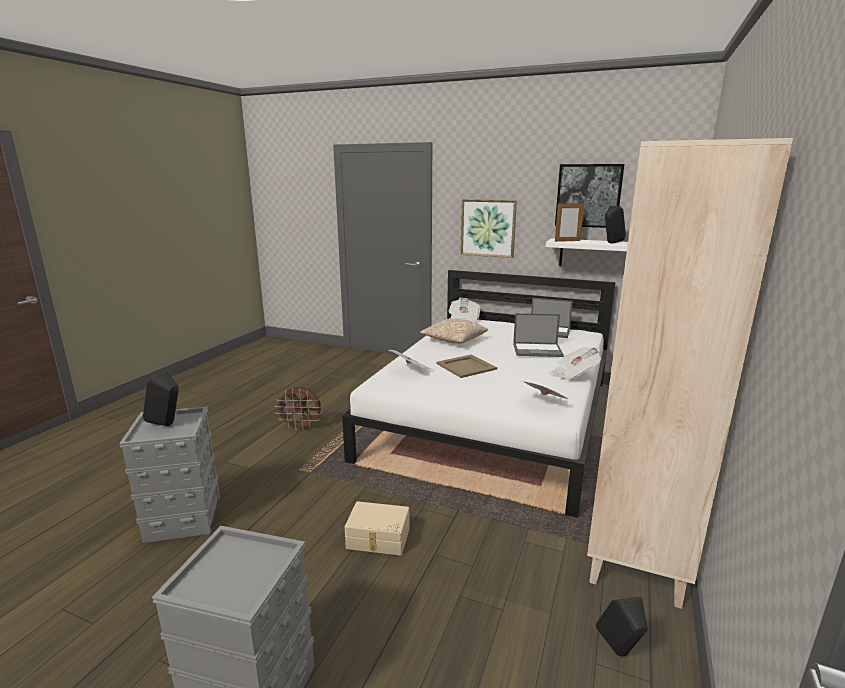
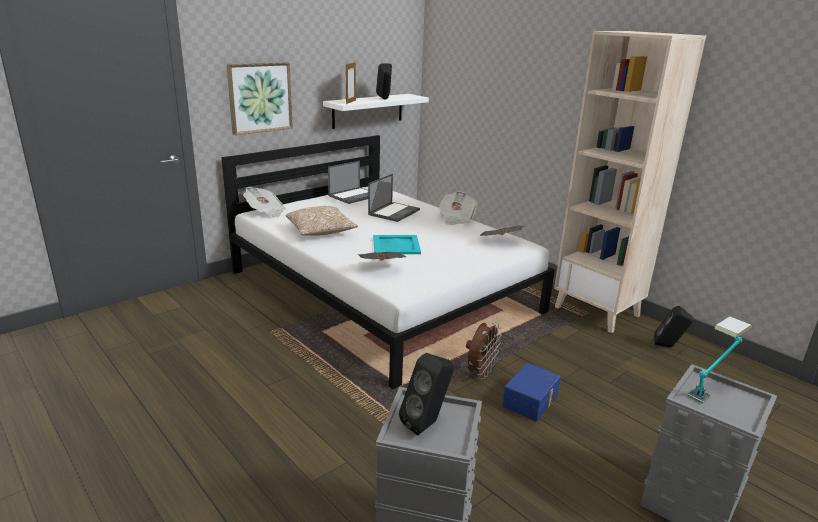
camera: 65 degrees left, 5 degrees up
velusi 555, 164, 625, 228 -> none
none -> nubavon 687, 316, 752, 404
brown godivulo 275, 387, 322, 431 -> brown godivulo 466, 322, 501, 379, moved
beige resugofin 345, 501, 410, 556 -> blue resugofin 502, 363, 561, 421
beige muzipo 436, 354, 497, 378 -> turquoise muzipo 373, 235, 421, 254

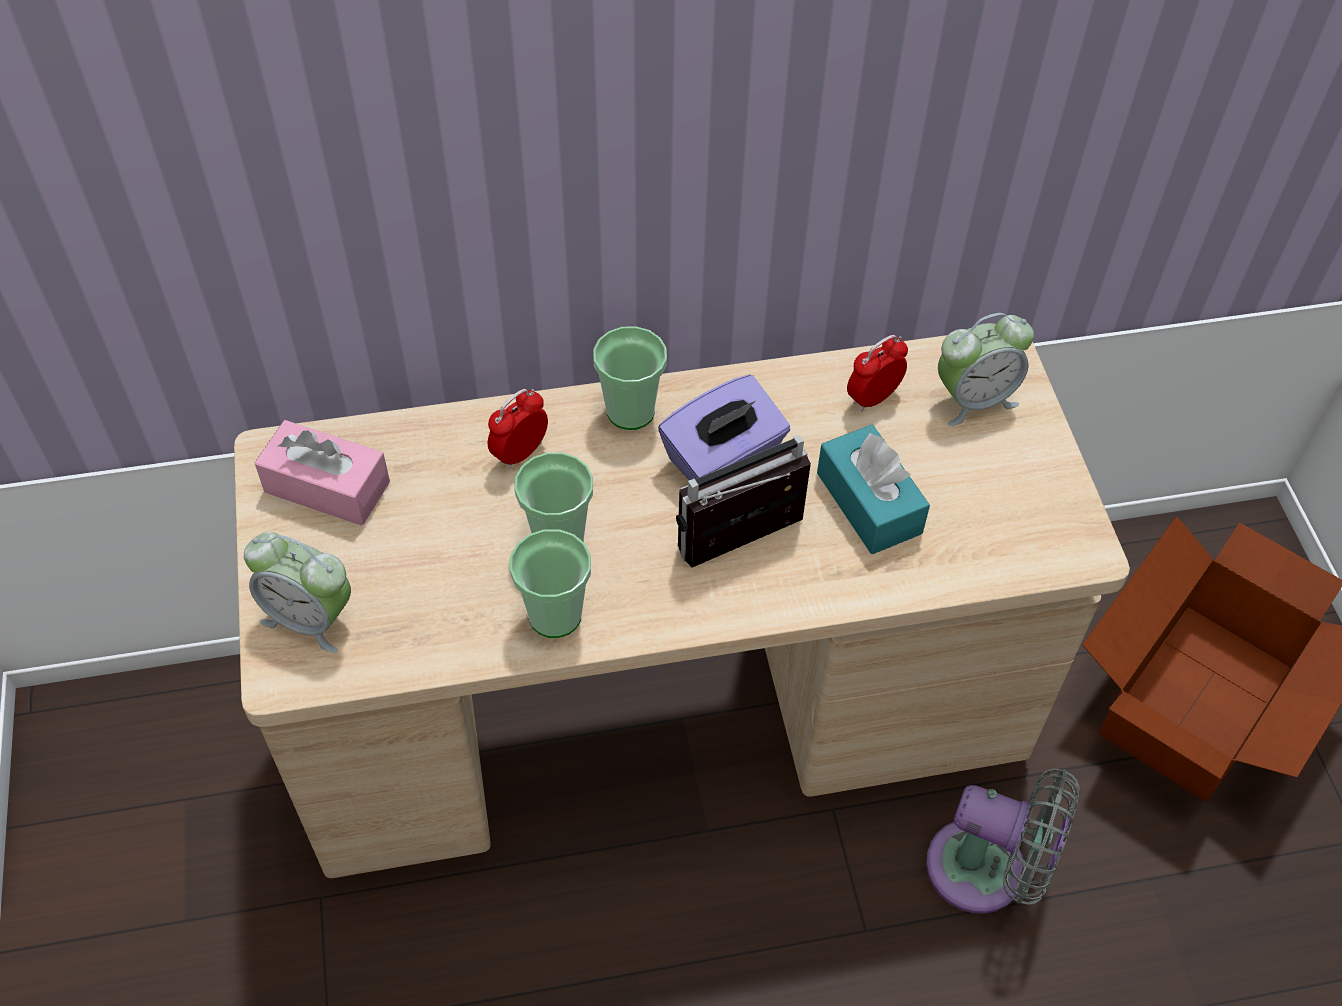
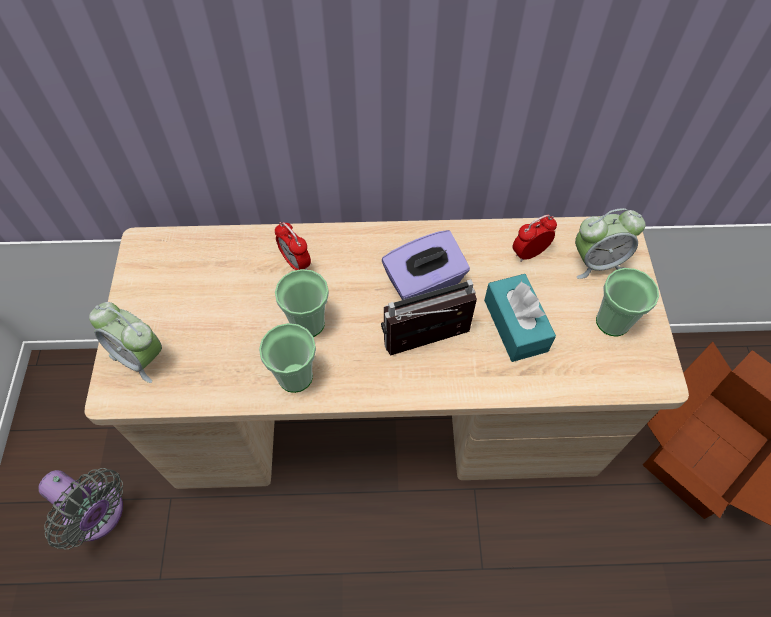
camera: 10 degrees right, 5 degrees up
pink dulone 255, 420, 390, 526 -> none
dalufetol 593, 326, 667, 430 -> dalufetol 596, 268, 659, 337, moved
grey godivulo 926, 768, 1080, 914 -> grey godivulo 38, 468, 123, 549, moved
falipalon 488, 389, 548, 469 -> falipalon 275, 222, 311, 270, 90 degrees counterclockwise

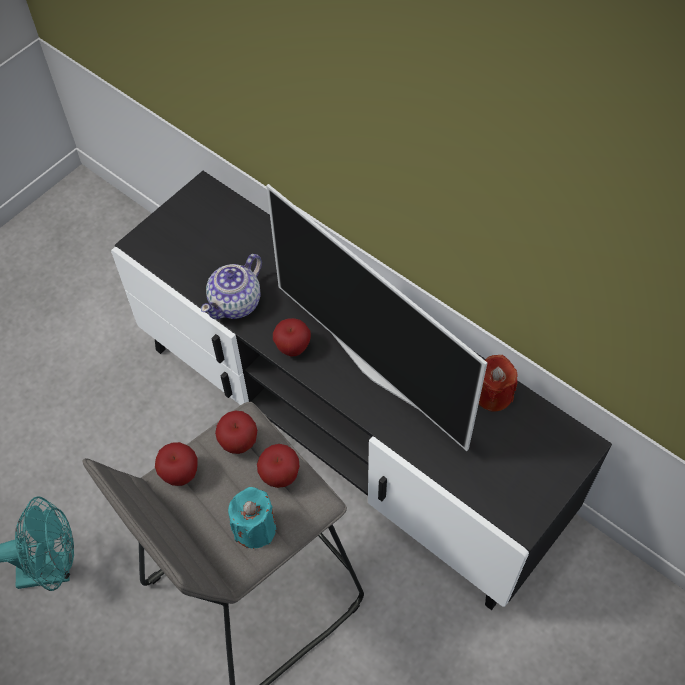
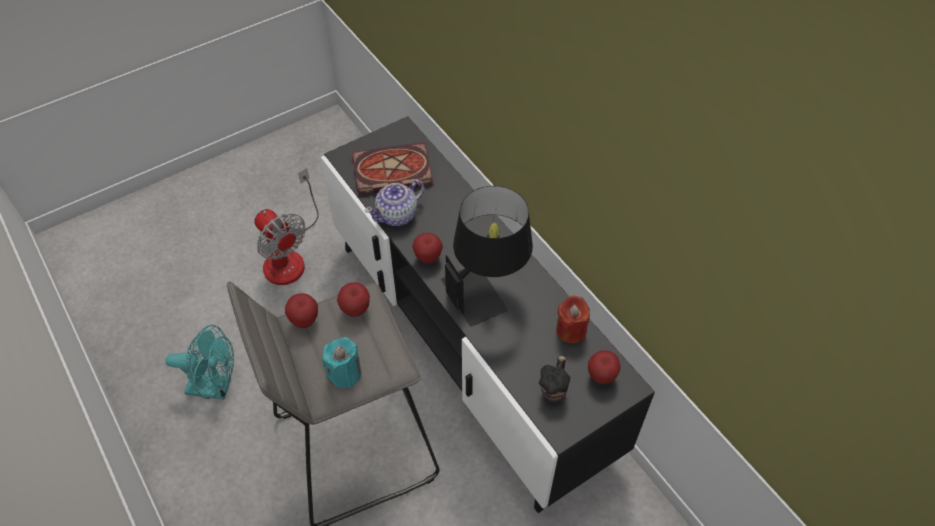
camera: 15 degrees right, 5 degrees down
none -> godivulo 254, 168, 318, 285
none -> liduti 352, 142, 433, 195
none -> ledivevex 539, 355, 570, 402
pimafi 257, 444, 299, 488 -> pimafi 588, 350, 621, 384, moved
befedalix 266, 184, 487, 451 -> black nubavon 441, 186, 533, 327

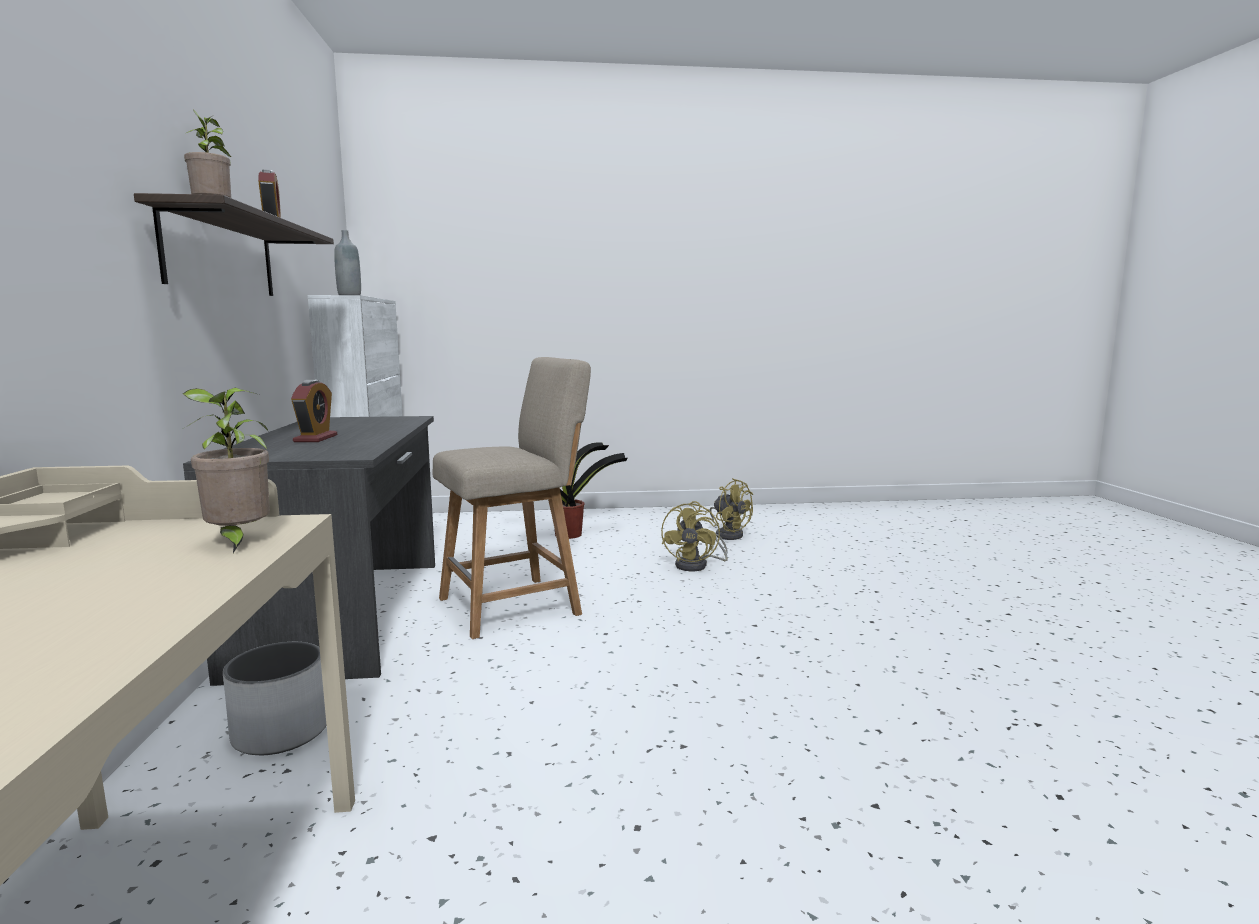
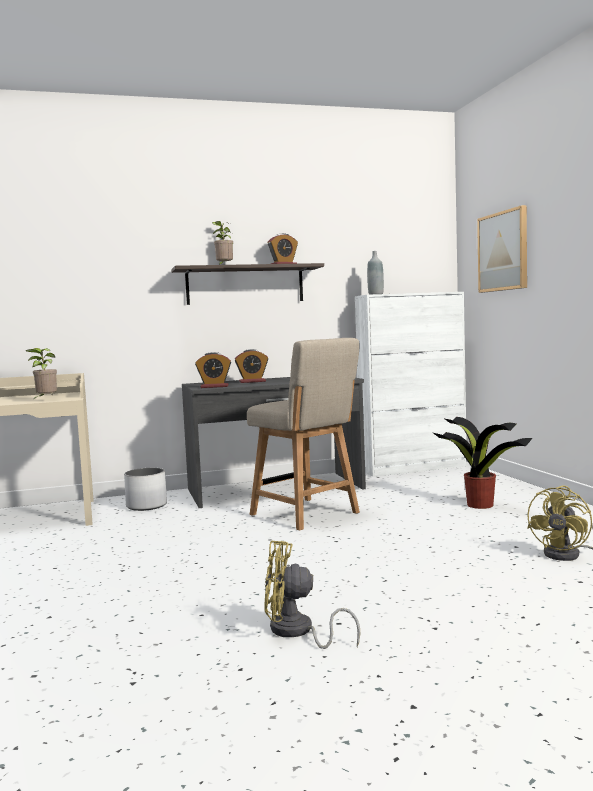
camera: 80 degrees right, 5 degrees down
none -> falipalon 195, 352, 231, 388
none -> velusi 477, 205, 527, 293
yellow godivulo 661, 501, 728, 571 -> yellow godivulo 264, 540, 361, 649, moved

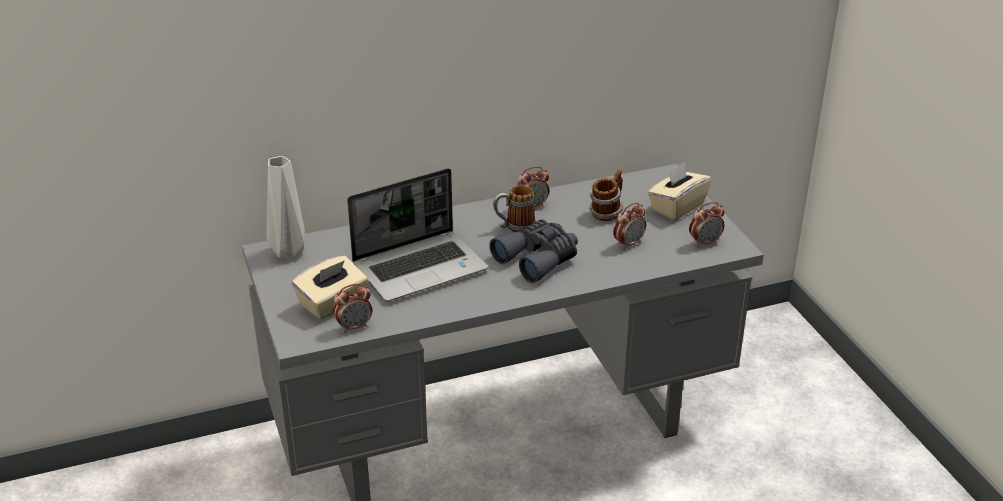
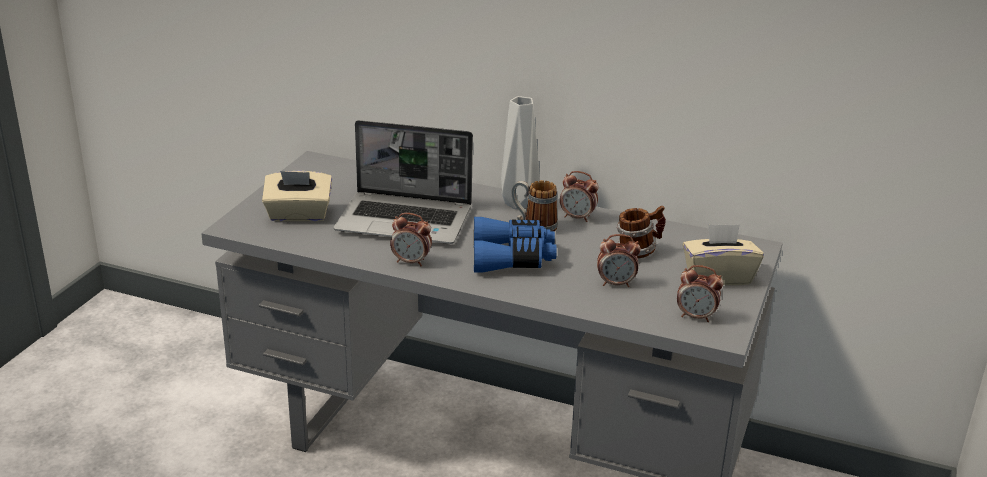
camera: 40 degrees right, 5 degrees down
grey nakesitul 266, 156, 305, 259 -> grey nakesitul 501, 96, 540, 209, moved
falipalon 333, 284, 372, 333 -> falipalon 390, 213, 432, 266, moved
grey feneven 489, 219, 578, 283 -> blue feneven 474, 217, 557, 273

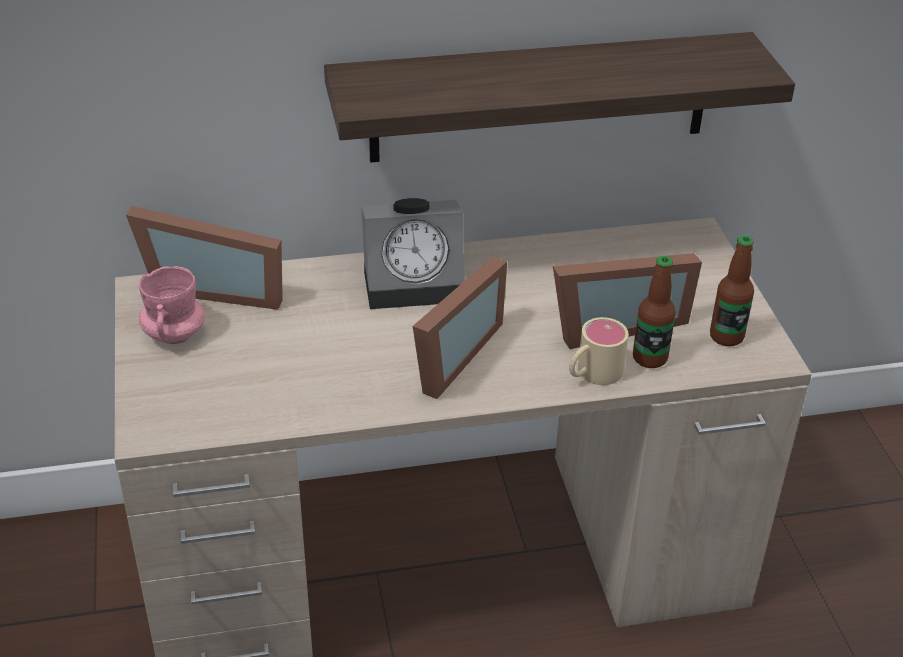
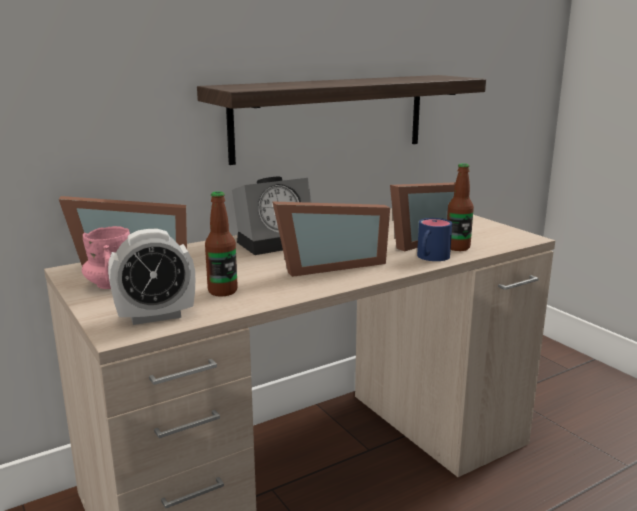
camera: 20 degrees left, 20 degrees down
none -> falipalon 108, 228, 195, 325
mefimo 710, 235, 754, 346 -> mefimo 205, 191, 238, 297, moved
beige ledivevex 569, 317, 629, 385 -> blue ledivevex 417, 218, 452, 261
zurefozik 413, 257, 507, 399 -> zurefozik 272, 201, 390, 277, 60 degrees clockwise

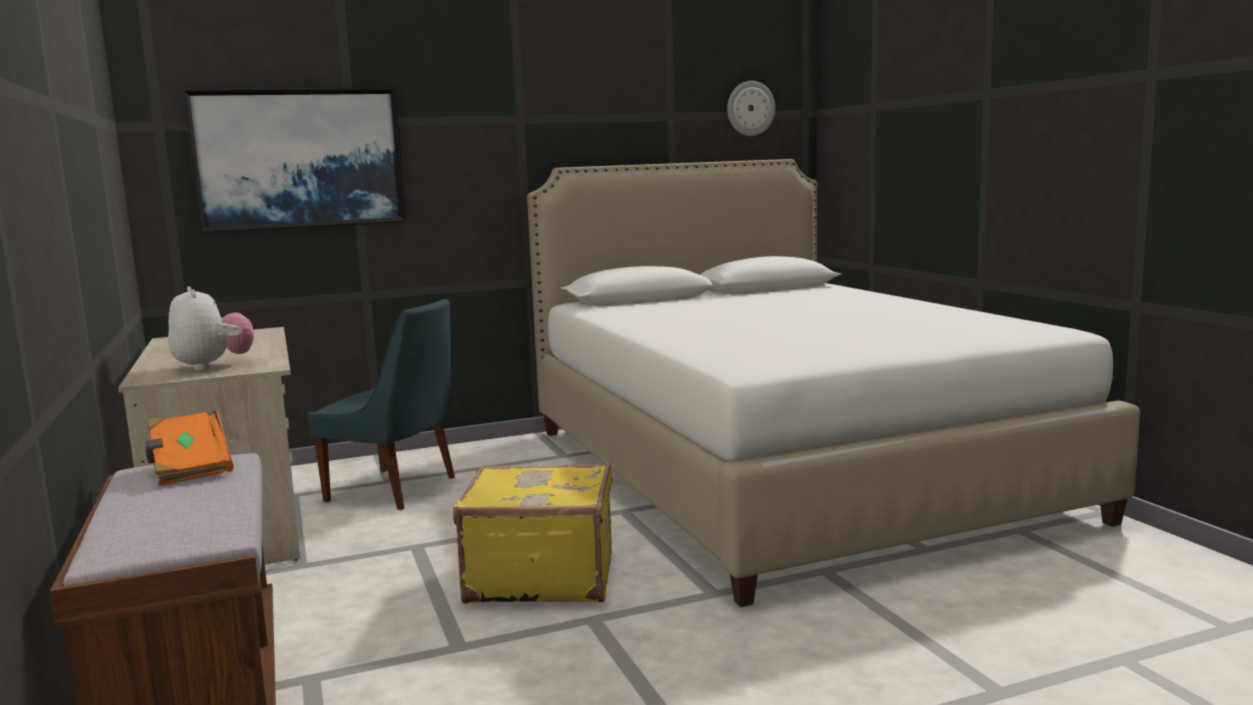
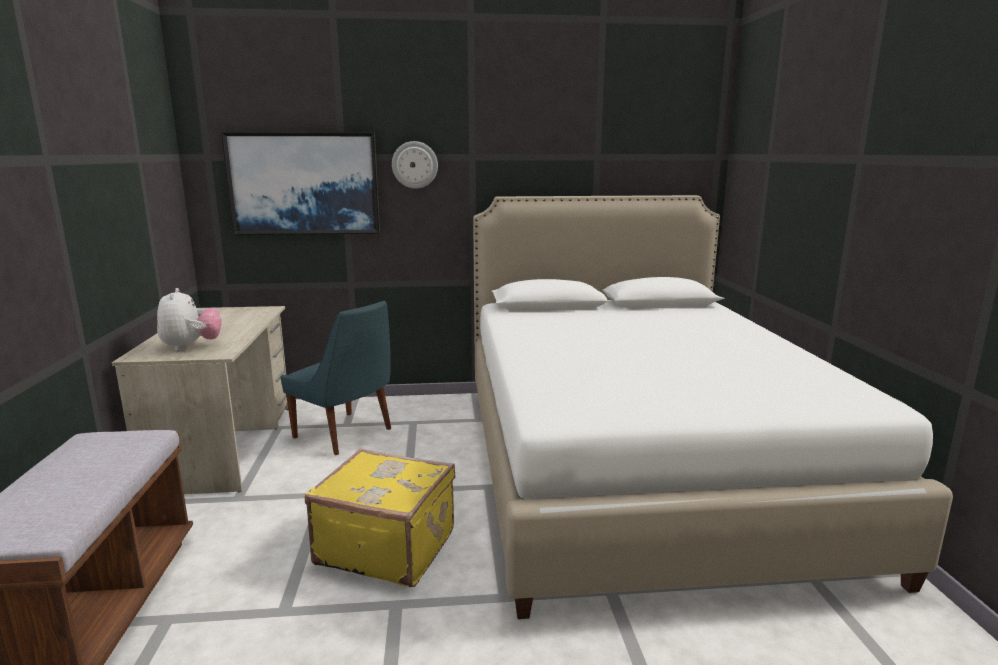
camera: 15 degrees right, 5 degrees up
orange liduti 145, 411, 234, 486 -> none
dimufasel 727, 81, 775, 136 -> dimufasel 392, 141, 438, 189, moved

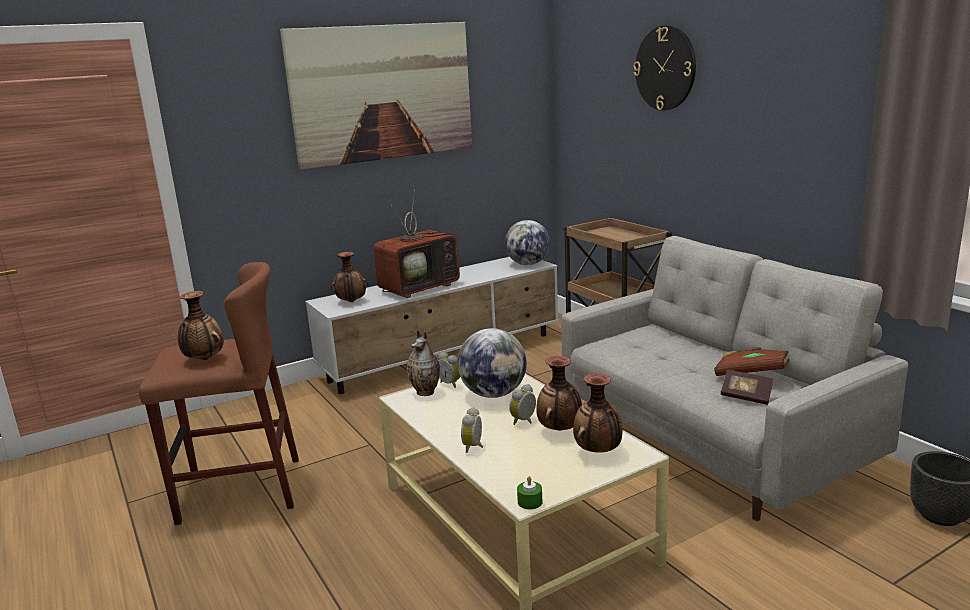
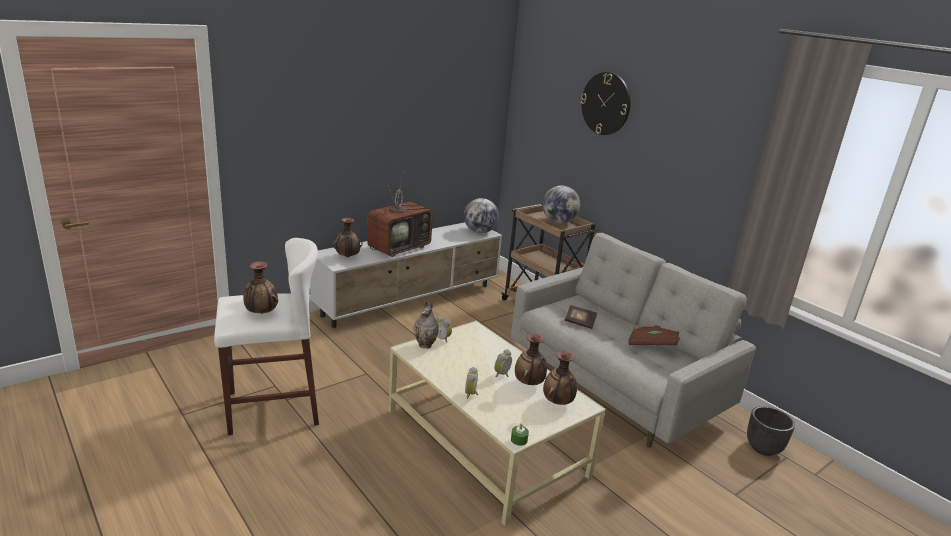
camera: 10 degrees left, 5 degrees up
velusi 280, 22, 472, 170 -> none
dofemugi 457, 328, 527, 398 -> dofemugi 542, 186, 580, 223, moved
liduti 721, 370, 774, 405 -> liduti 565, 305, 597, 329, moved
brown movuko 139, 262, 299, 525 -> white movuko 214, 238, 319, 435

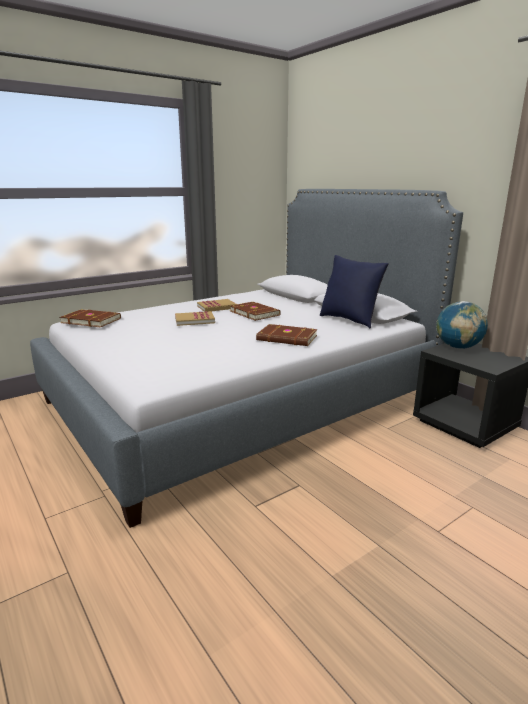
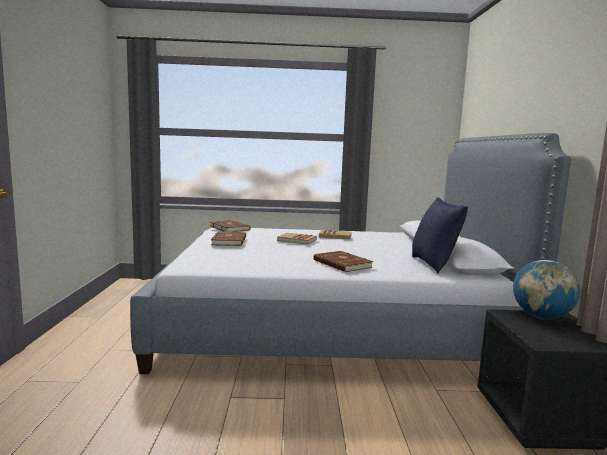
camera: 35 degrees right, 10 degrees down
brown liduti 230, 302, 281, 321 -> brown liduti 211, 231, 246, 246, moved

